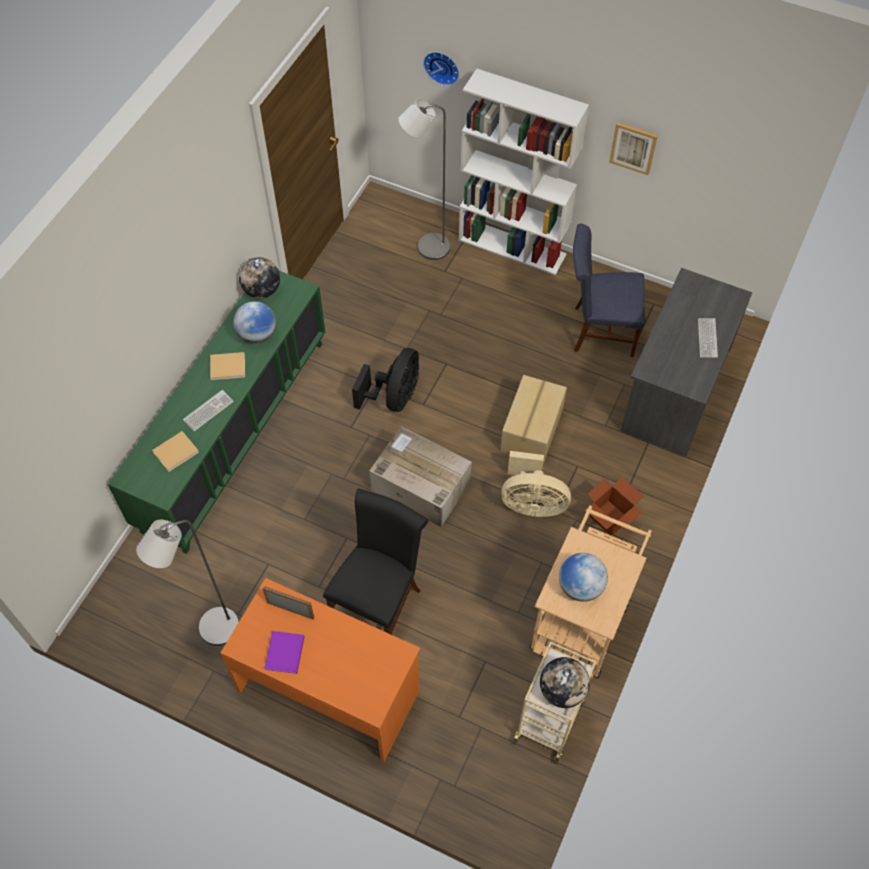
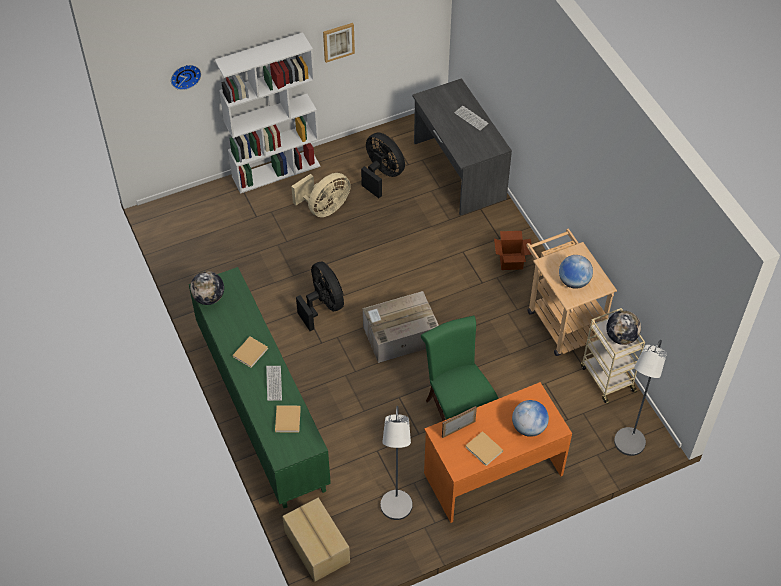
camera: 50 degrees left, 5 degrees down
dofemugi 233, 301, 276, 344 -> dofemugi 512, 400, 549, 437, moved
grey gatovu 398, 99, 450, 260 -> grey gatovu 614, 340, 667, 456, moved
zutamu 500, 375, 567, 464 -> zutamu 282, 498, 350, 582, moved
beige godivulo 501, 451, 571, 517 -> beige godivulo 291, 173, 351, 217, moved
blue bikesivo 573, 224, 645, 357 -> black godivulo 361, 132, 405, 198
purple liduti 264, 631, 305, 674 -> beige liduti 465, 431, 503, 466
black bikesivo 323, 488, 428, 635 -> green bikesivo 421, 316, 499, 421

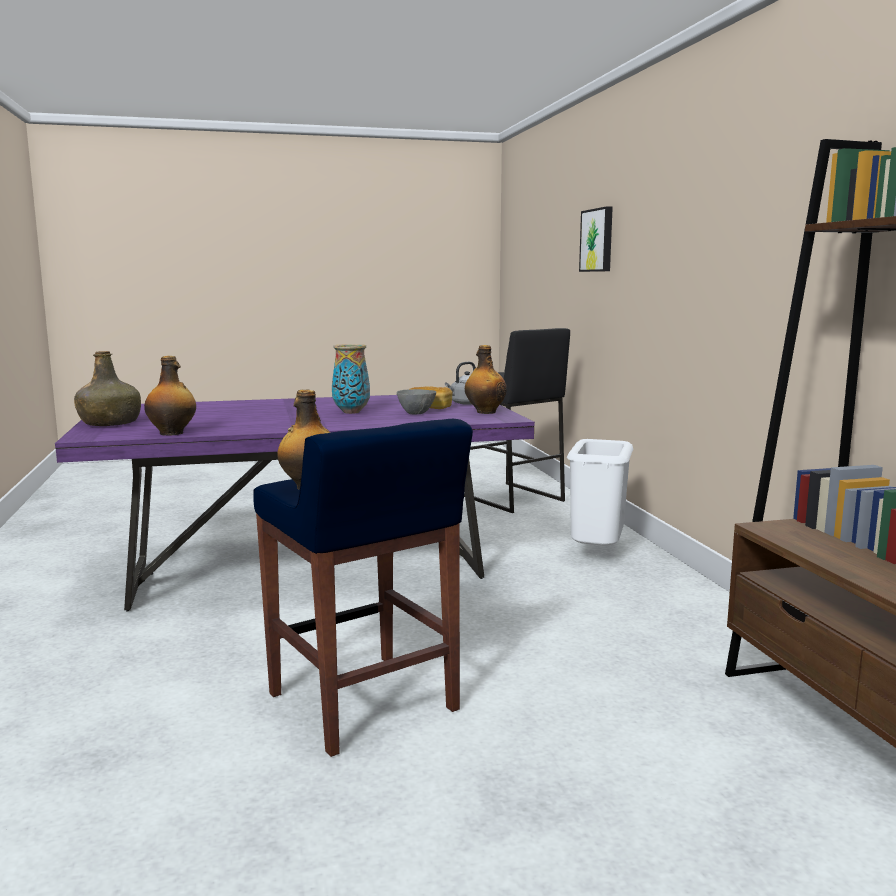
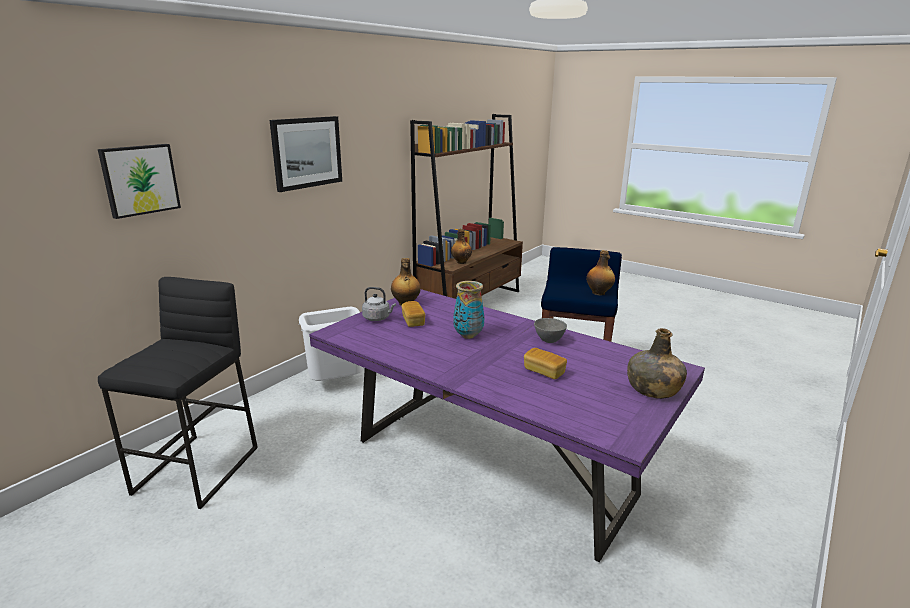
camera: 130 degrees left, 10 degrees up
none -> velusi 269, 116, 342, 192
none -> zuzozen 524, 348, 567, 379
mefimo 144, 356, 196, 436 -> mefimo 451, 229, 472, 264, moved
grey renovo 396, 389, 436, 414 -> grey renovo 534, 318, 567, 343, moved

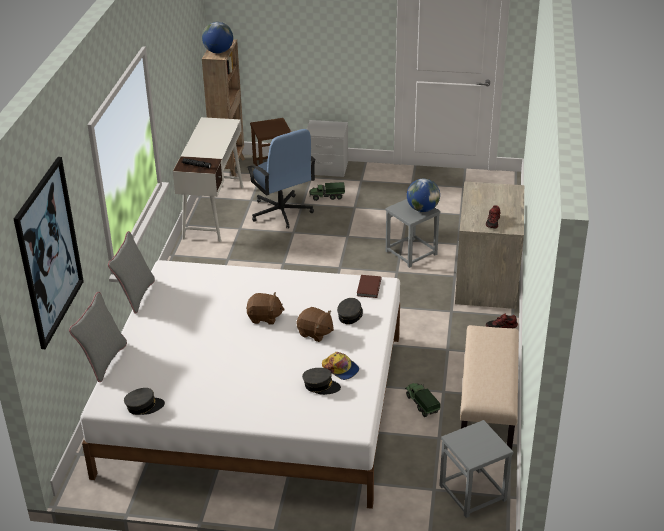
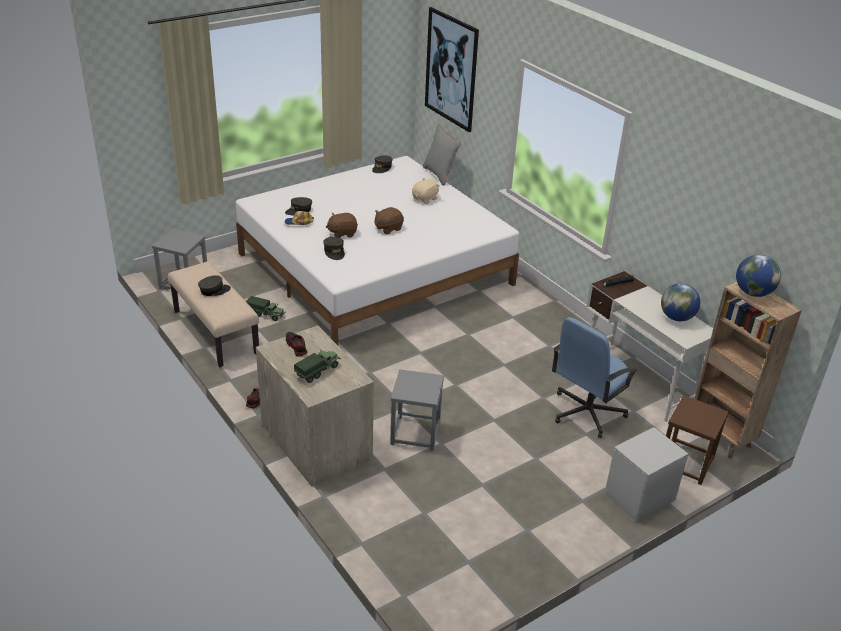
camera: 135 degrees right, 0 degrees up
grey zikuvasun 108, 231, 155, 314 -> none
brown liduti 357, 275, 382, 298 -> none
none -> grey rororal 198, 275, 231, 296
none -> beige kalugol 412, 178, 440, 204
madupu 309, 182, 345, 201 -> madupu 294, 350, 341, 383, moved
dofemugi 407, 179, 440, 212 -> dofemugi 661, 283, 700, 321, moved
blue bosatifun 248, 129, 316, 228 -> blue bosatifun 552, 317, 637, 438, 60 degrees counterclockwise

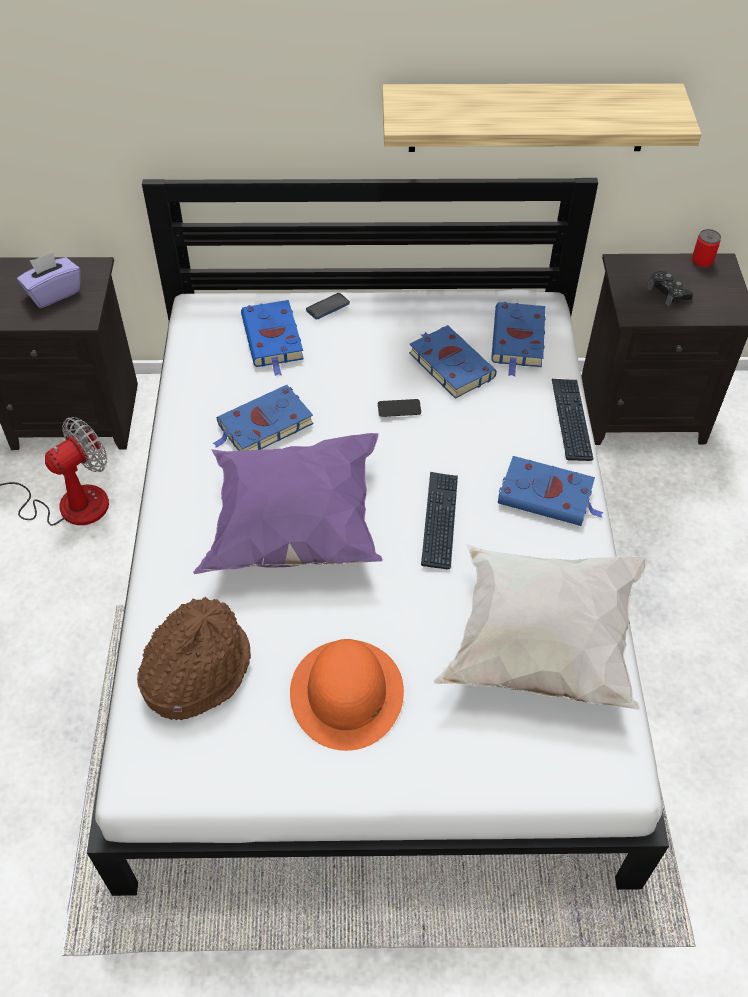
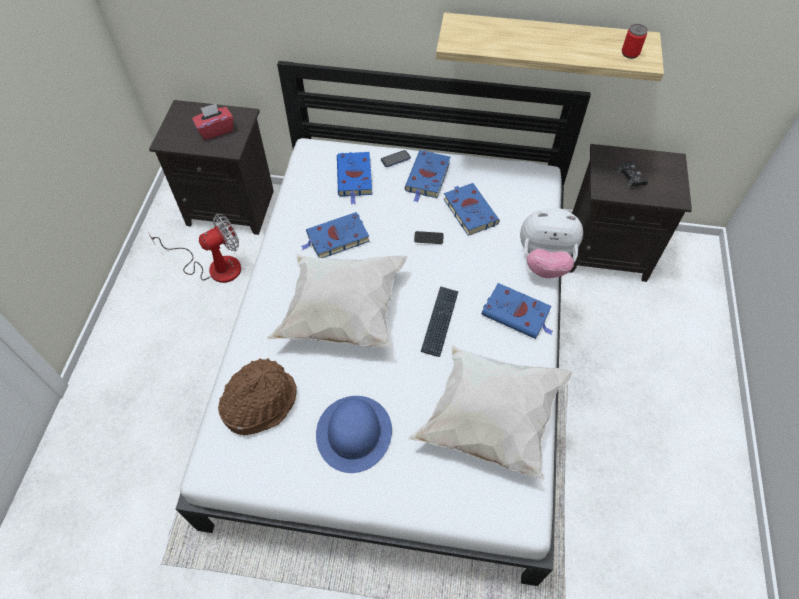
camera: 10 degrees right, 5 degrees up
blue liduti 491, 302, 546, 377 -> blue liduti 405, 150, 450, 203, moved
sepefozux 692, 229, 721, 268 -> sepefozux 622, 24, 648, 59, moved
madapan 552, 379, 593, 461 -> kalugol 520, 208, 583, 278
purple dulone 17, 252, 80, 308 -> red dulone 192, 104, 233, 140
purple zikuvasun 193, 433, 383, 574 -> white zikuvasun 267, 253, 408, 348
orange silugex 290, 639, 404, 751 -> blue silugex 316, 396, 392, 473

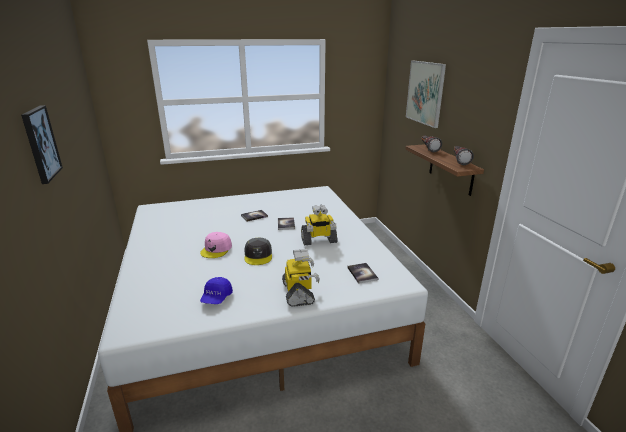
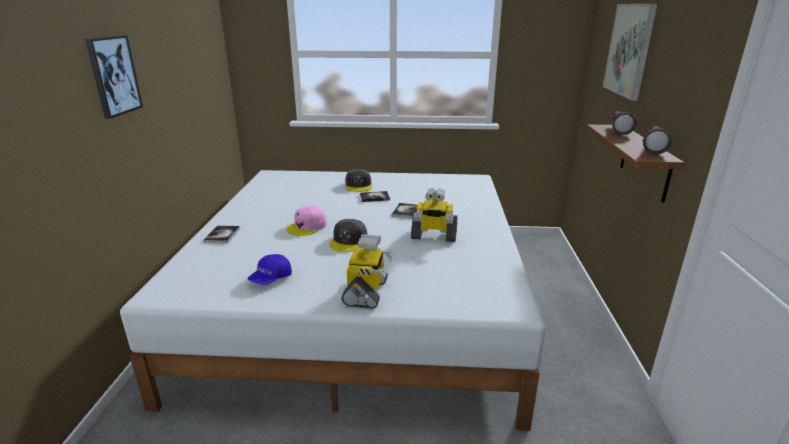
camera: 20 degrees right, 0 degrees up
none -> grey rororal 345, 169, 372, 192
liduti 347, 263, 378, 284 -> liduti 204, 225, 240, 243, moved

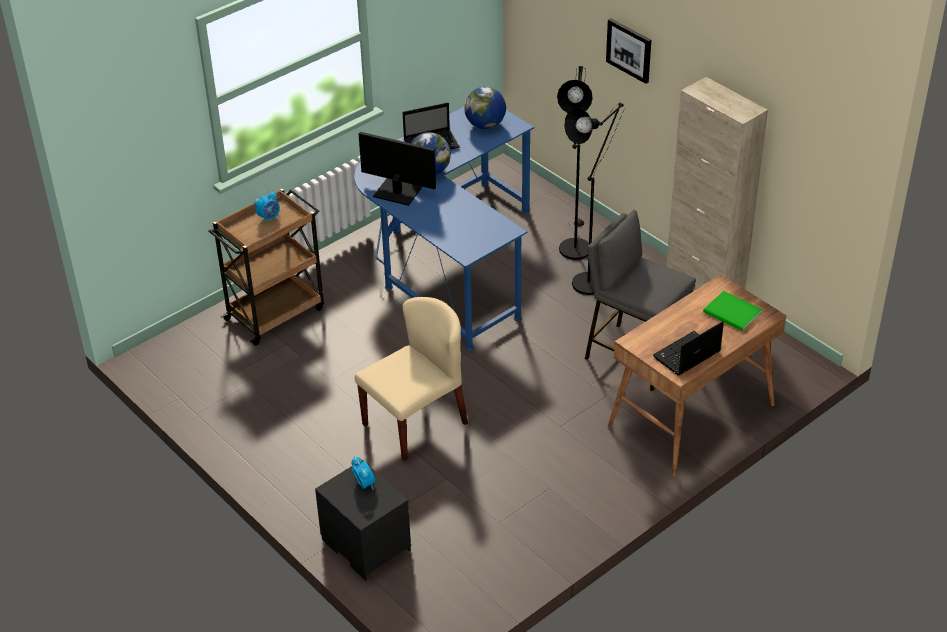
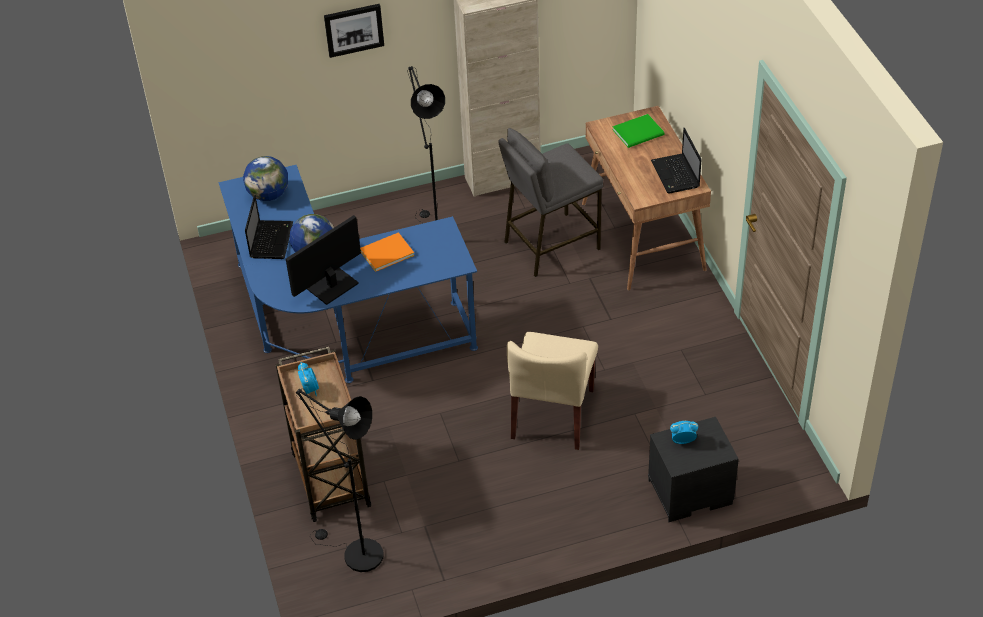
camera: 65 degrees left, 5 degrees up
none -> orange liduti 360, 232, 415, 272
black gatovu 557, 66, 593, 260 -> black gatovu 296, 389, 383, 572, moved
beige bikesivo 355, 297, 468, 461 -> beige bikesivo 507, 332, 598, 450, 150 degrees counterclockwise

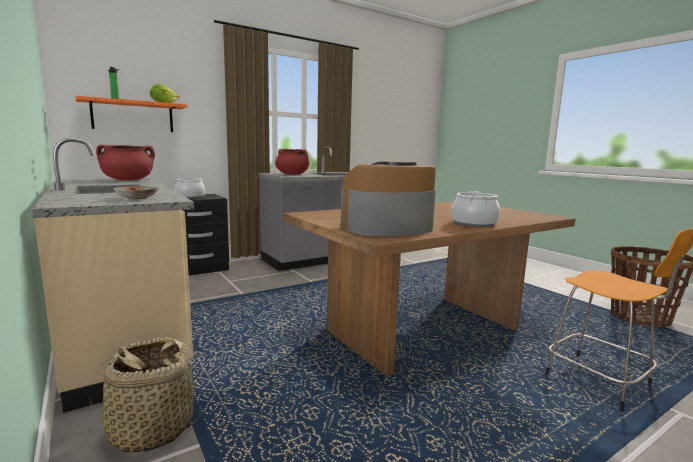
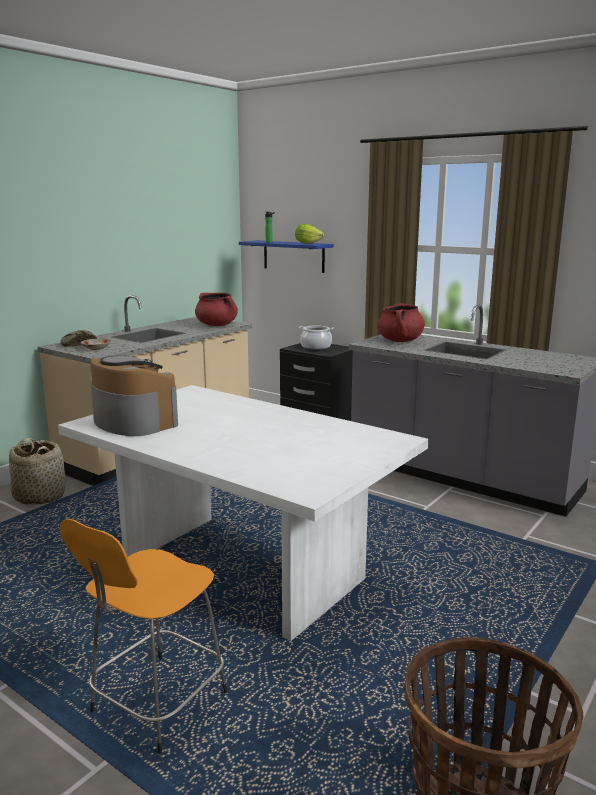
camera: 70 degrees right, 5 degrees up
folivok 451, 191, 500, 227 -> none
none -> zuzozen 61, 330, 97, 347
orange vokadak 76, 96, 187, 132 -> blue vokadak 239, 240, 334, 273
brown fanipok 284, 201, 576, 377 -> white fanipok 58, 385, 429, 641

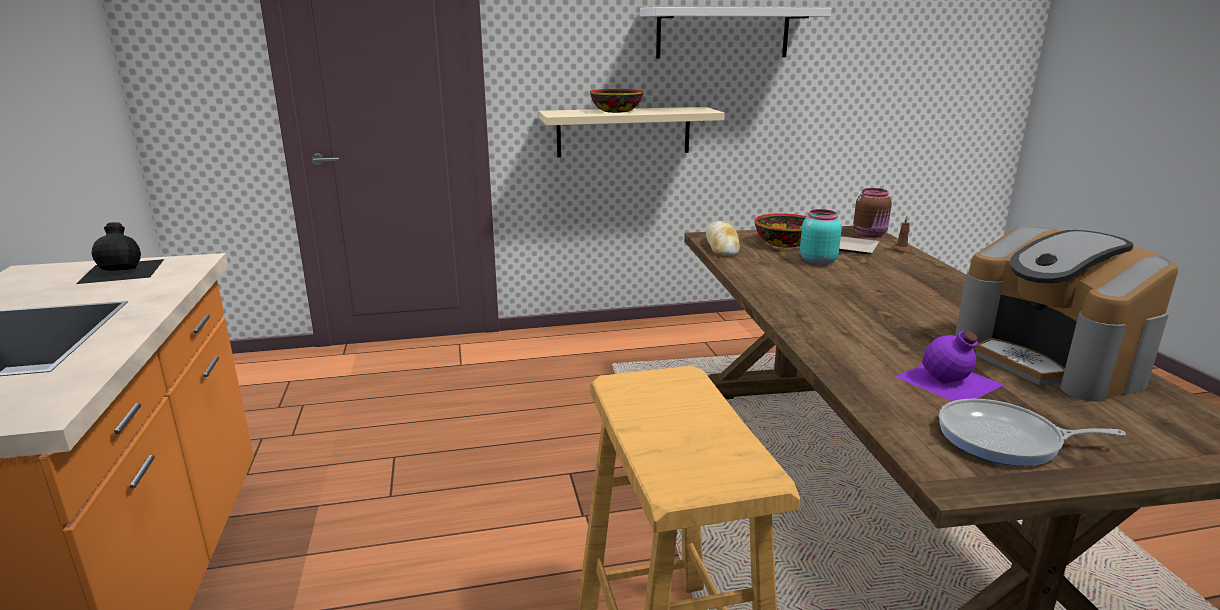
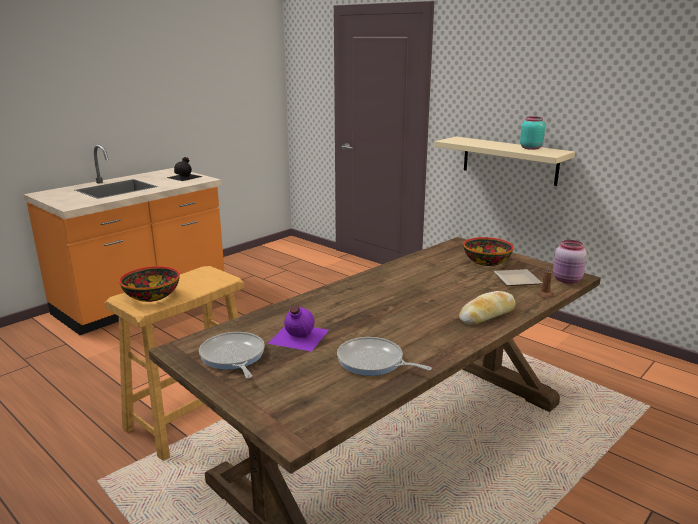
camera: 55 degrees right, 0 degrees up
white vokadak 640, 7, 831, 59 -> none
renovo 590, 89, 643, 113 -> renovo 119, 266, 180, 302, moved
zuzozen 706, 221, 740, 257 -> zuzozen 459, 291, 516, 325, moved
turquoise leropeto 800, 209, 842, 265 -> turquoise leropeto 520, 116, 545, 150, moved
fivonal 955, 226, 1178, 402 -> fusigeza 337, 337, 432, 376
brown leropeto 853, 188, 892, 237 -> pink leropeto 553, 240, 587, 284

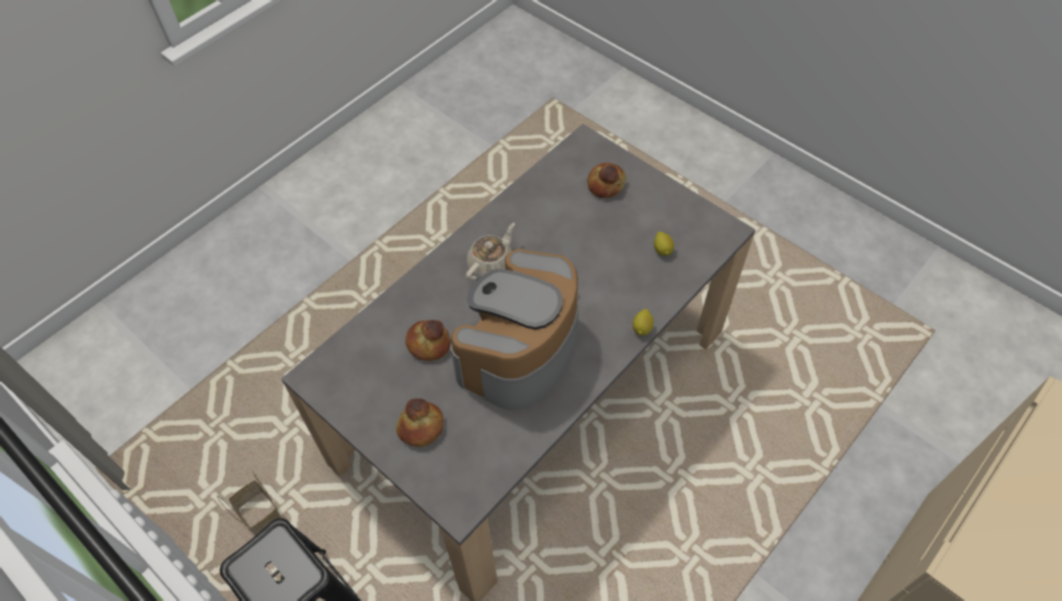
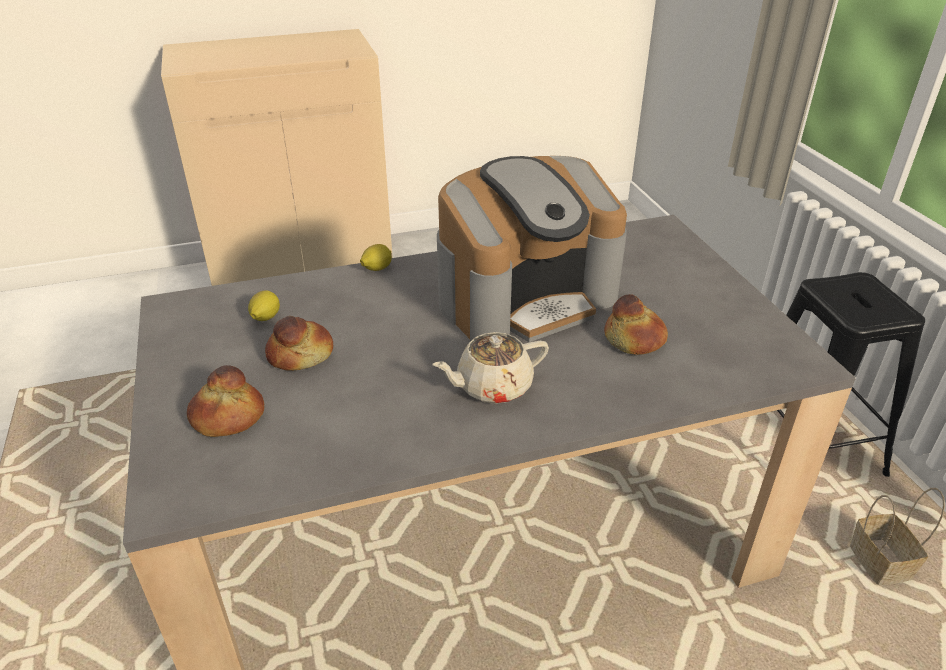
camera: 150 degrees left, 20 degrees down
zuzozen 396, 398, 444, 447 -> zuzozen 265, 316, 333, 371, moved

